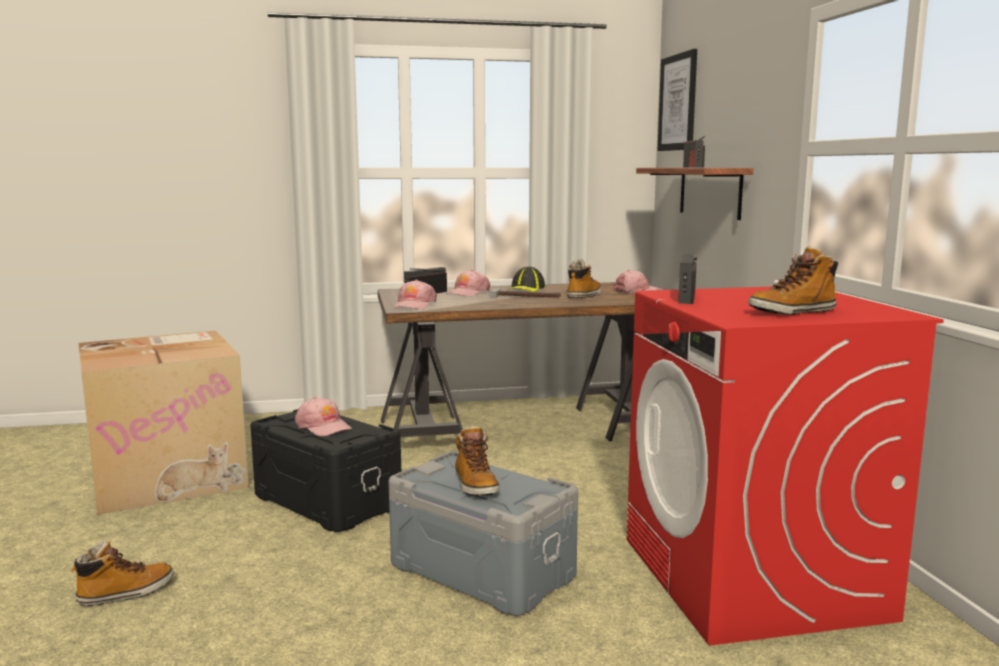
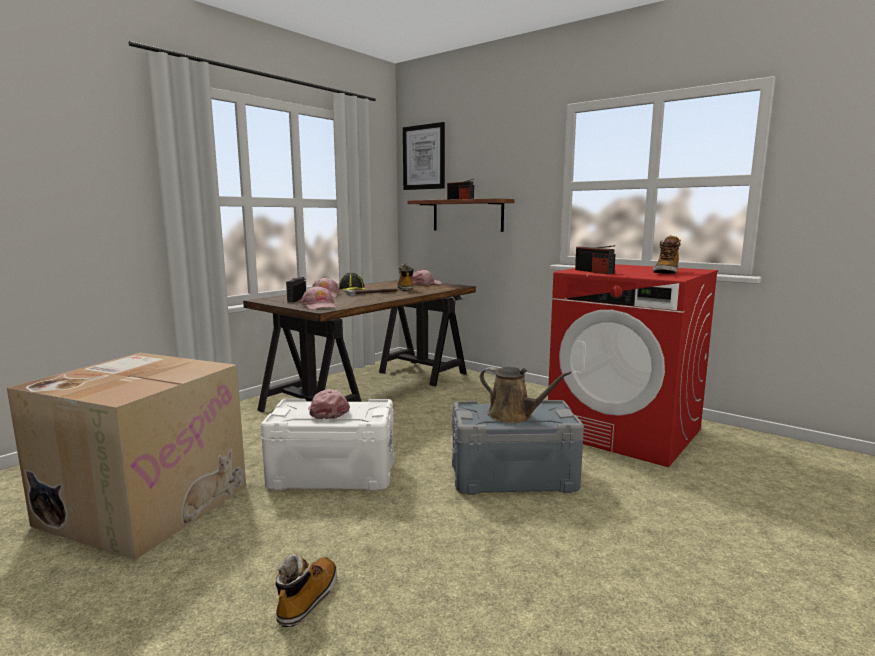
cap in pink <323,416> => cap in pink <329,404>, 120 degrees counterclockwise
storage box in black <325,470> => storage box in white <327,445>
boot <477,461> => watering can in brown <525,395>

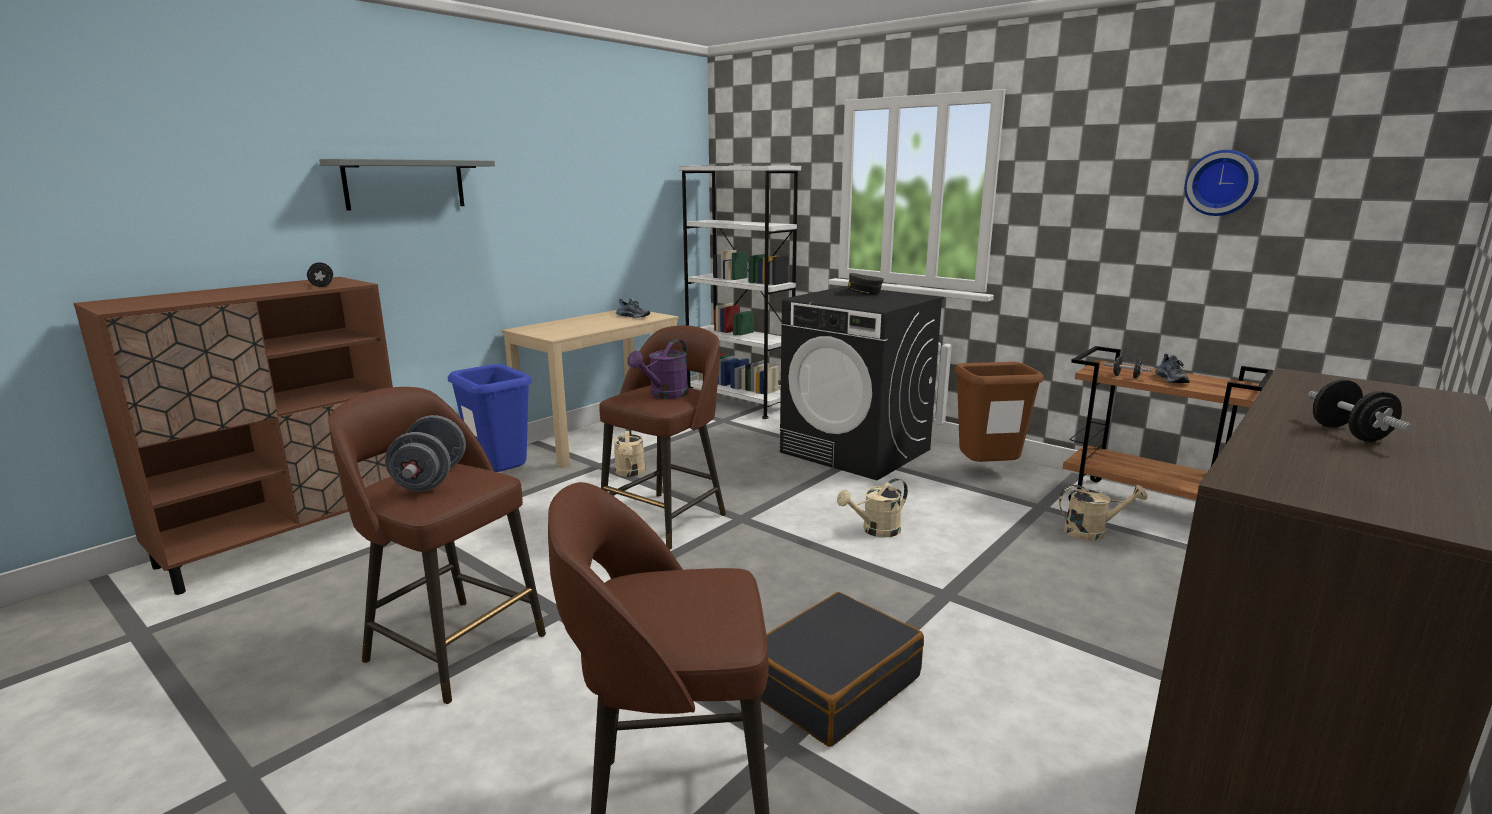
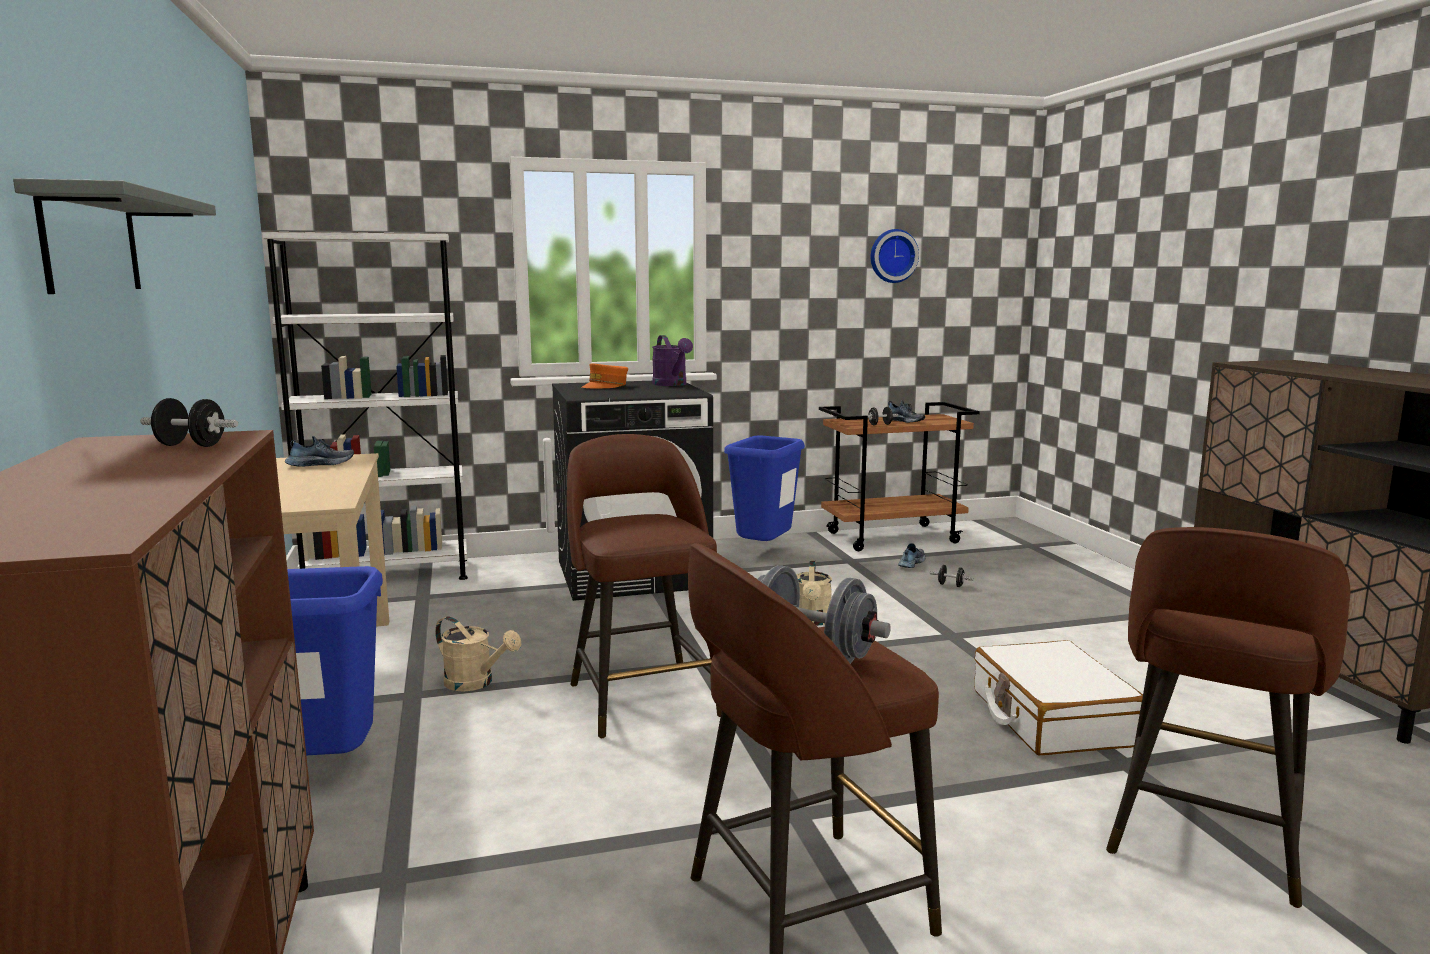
cap in grey <861,284> => cap in orange <605,376>
watering can in purple <658,369> => watering can in purple <672,360>, shifted
trash can in brown <998,412> => trash can in blue <764,488>
dumbbell in black <1360,410> => dumbbell in black <952,576>, shifted
watering can in beige <1103,513> => shoe <911,555>
suitcase in black <842,669> => suitcase in white <1058,697>

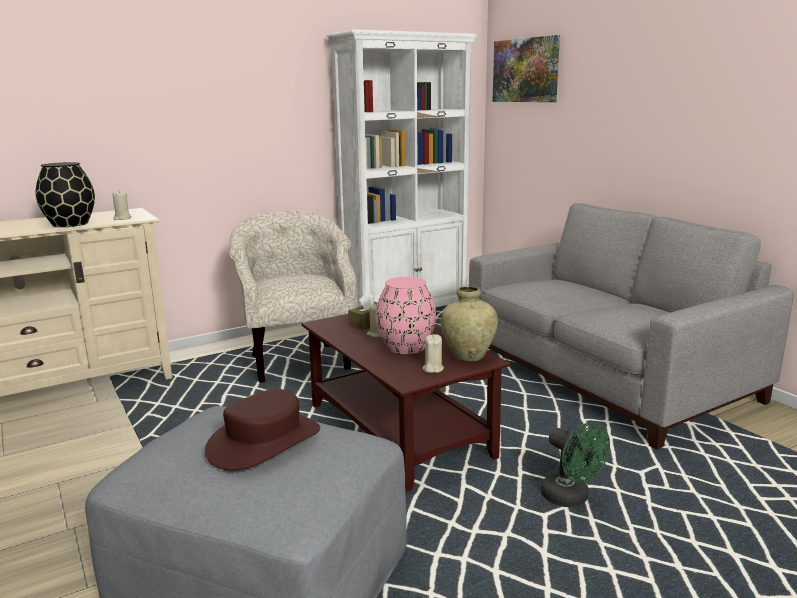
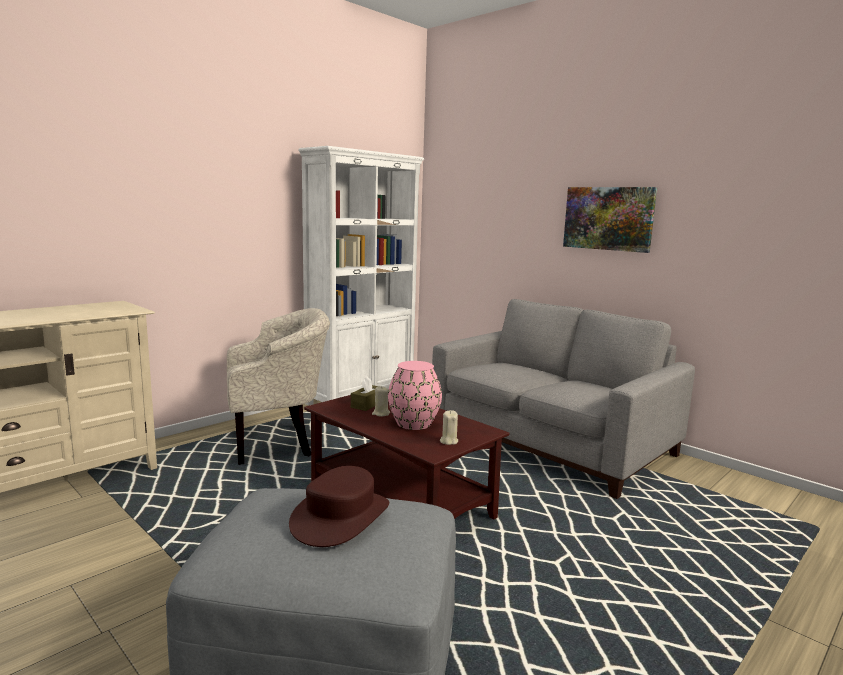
picture <526,68> => picture <610,220>, shifted
vase in black <65,194> => nothing
candle in beige <122,205> => nothing
armchair in beige <293,297> => armchair in beige <278,386>, 105 degrees clockwise
vase in beige <469,323> => nothing
fan in green <575,464> => nothing

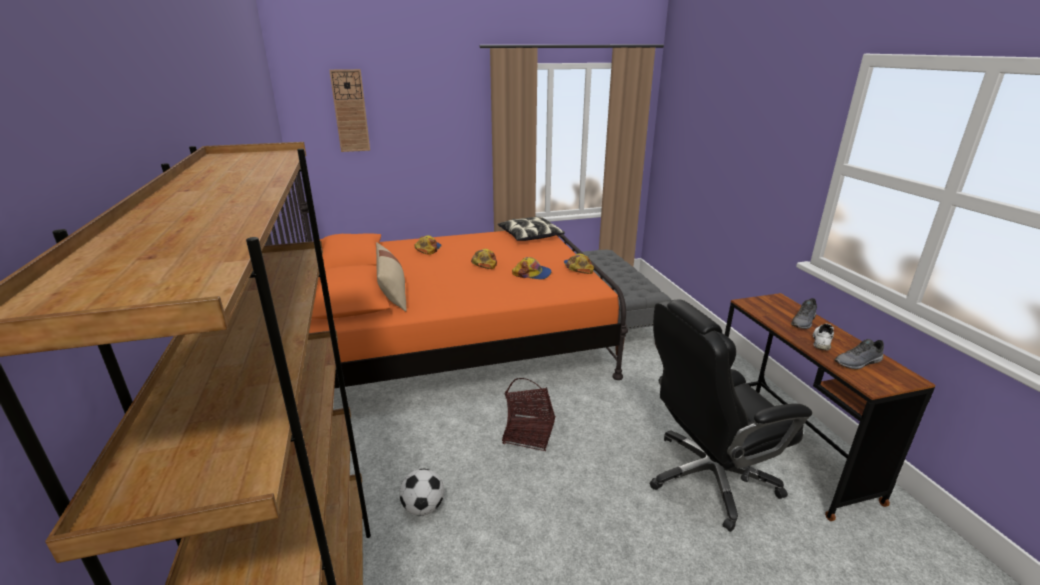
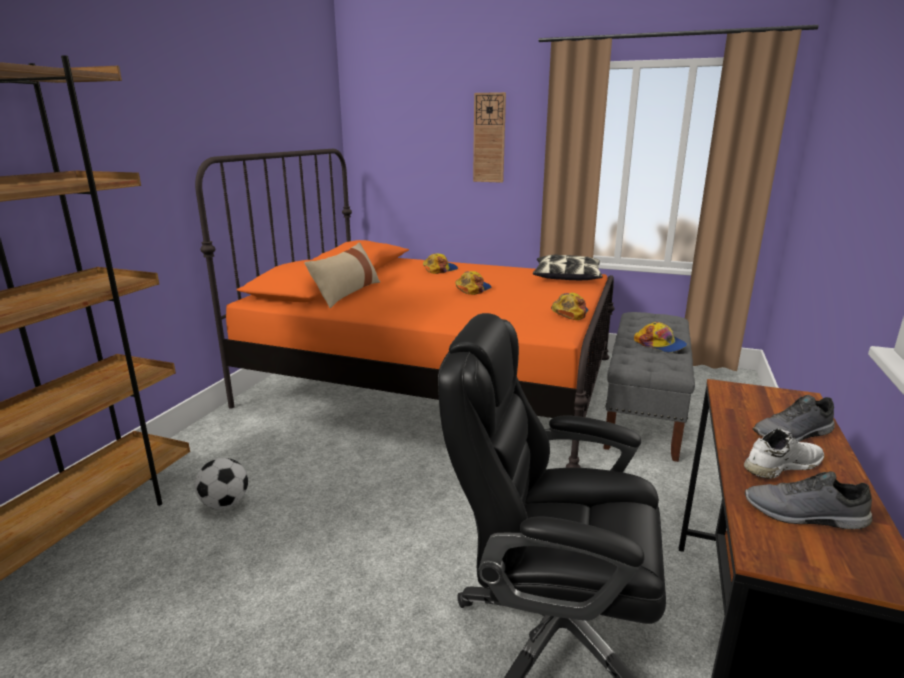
wall clock <349,110> => wall clock <489,137>, shifted
cap <531,268> => cap <660,337>, shifted
basket <528,414> => nothing

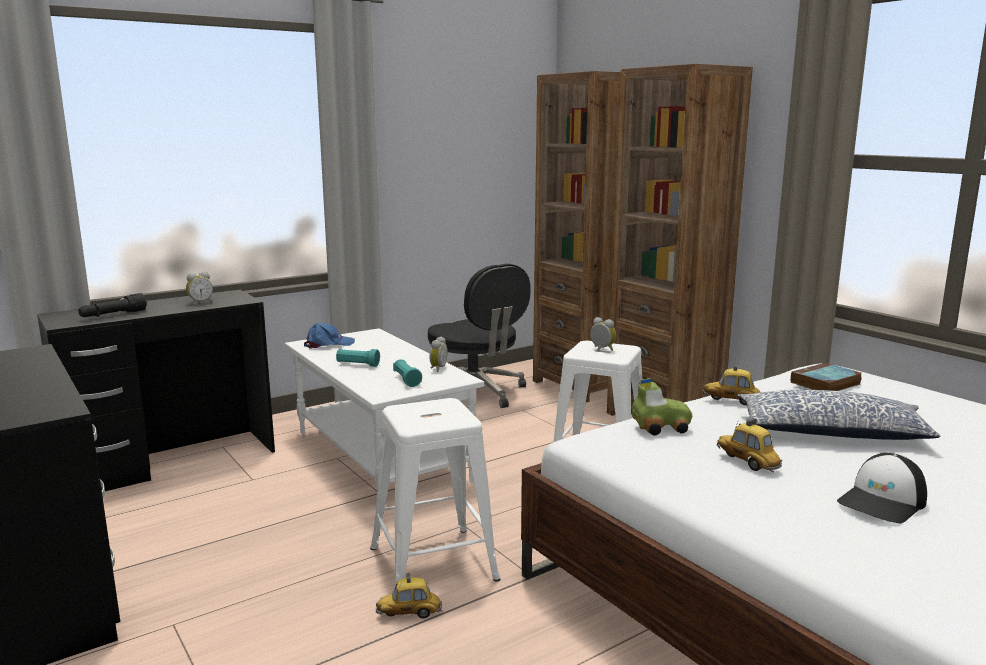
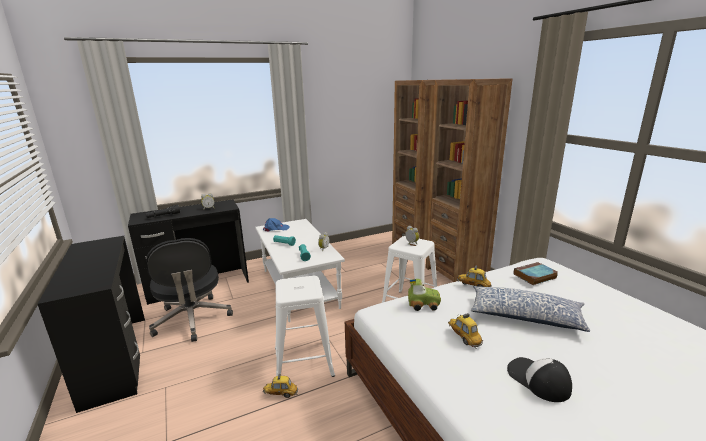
office chair in black <479,336> => office chair in black <189,290>, shifted
cap <882,488> => cap <539,379>, 90 degrees clockwise

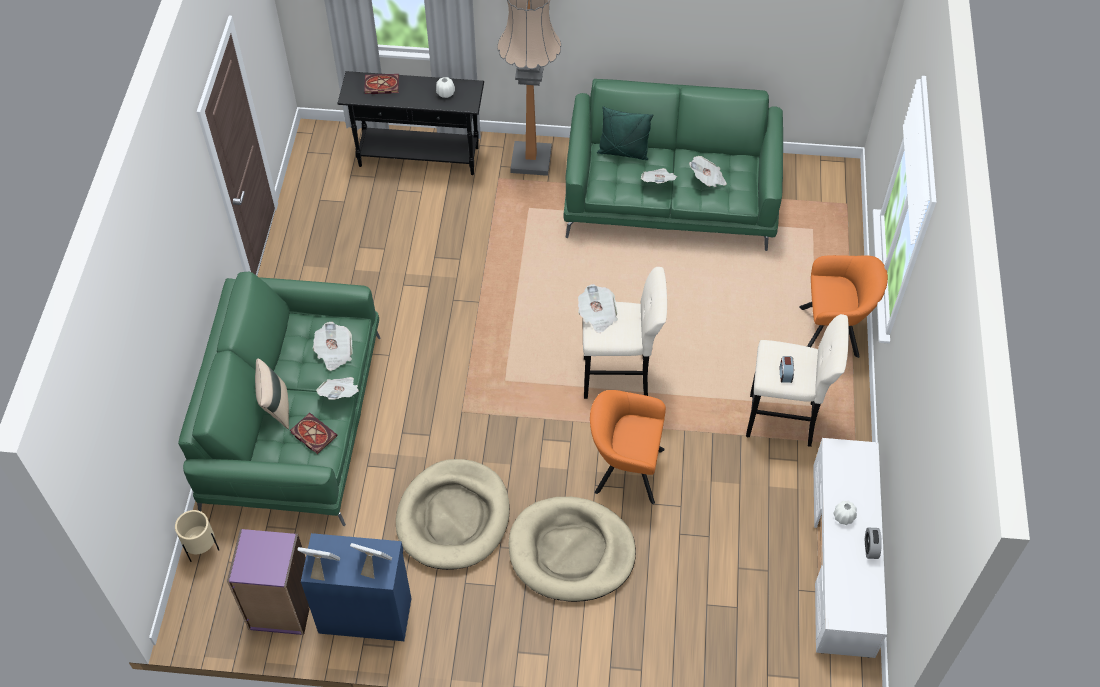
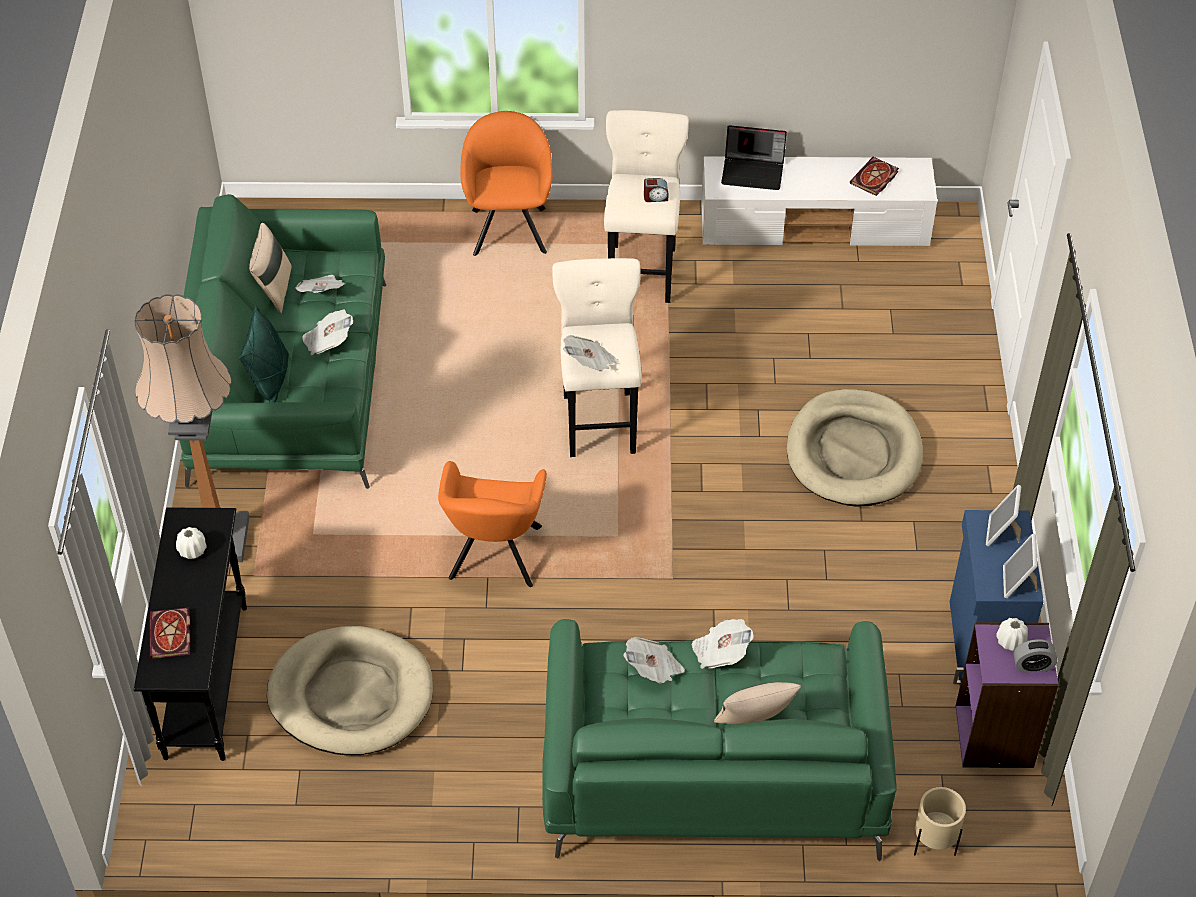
armchair in orange <628,447> => armchair in orange <492,524>, shifted
book <313,433> => book <874,176>, shifted
dog bed in beige <453,514> => dog bed in beige <350,690>, shifted
vase in white <845,513> => vase in white <1012,634>, shifted
alarm clock <873,543> => alarm clock <1035,656>, shifted
nothing => laptop <754,157>
nothing => pillow in beige <270,268>

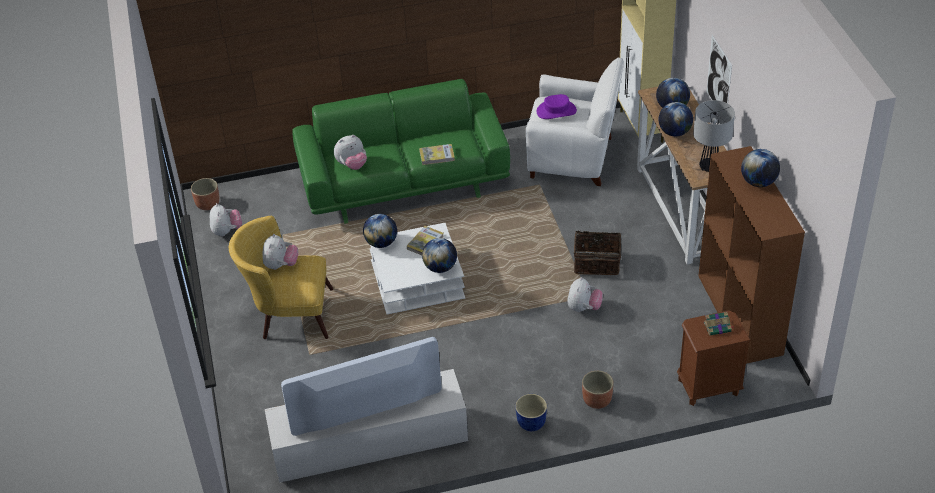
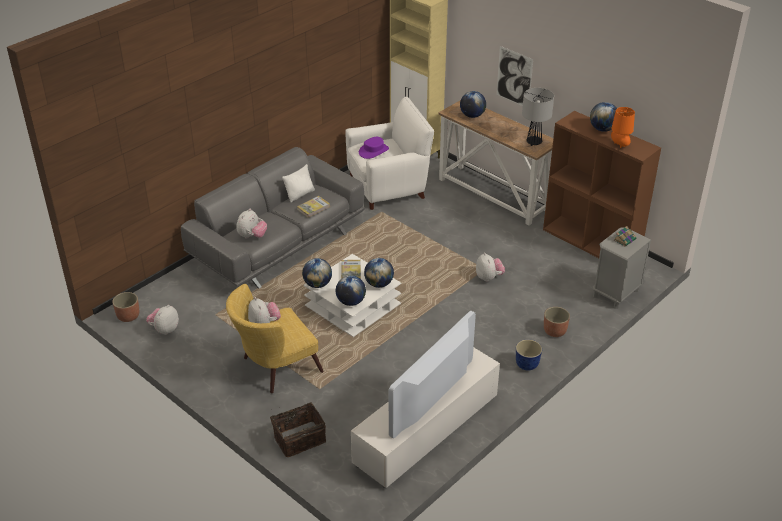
sofa in green <401,151> => sofa in grey <273,217>
globe <676,119> => globe <351,290>, shifted
plush toy <226,219> => plush toy <162,320>, 105 degrees counterclockwise
basket <597,250> => basket <298,429>, shifted
nightstand in brown <714,358> => nightstand in grey <622,268>
nothing => table lamp in orange <623,127>
nothing => pillow in white <298,183>

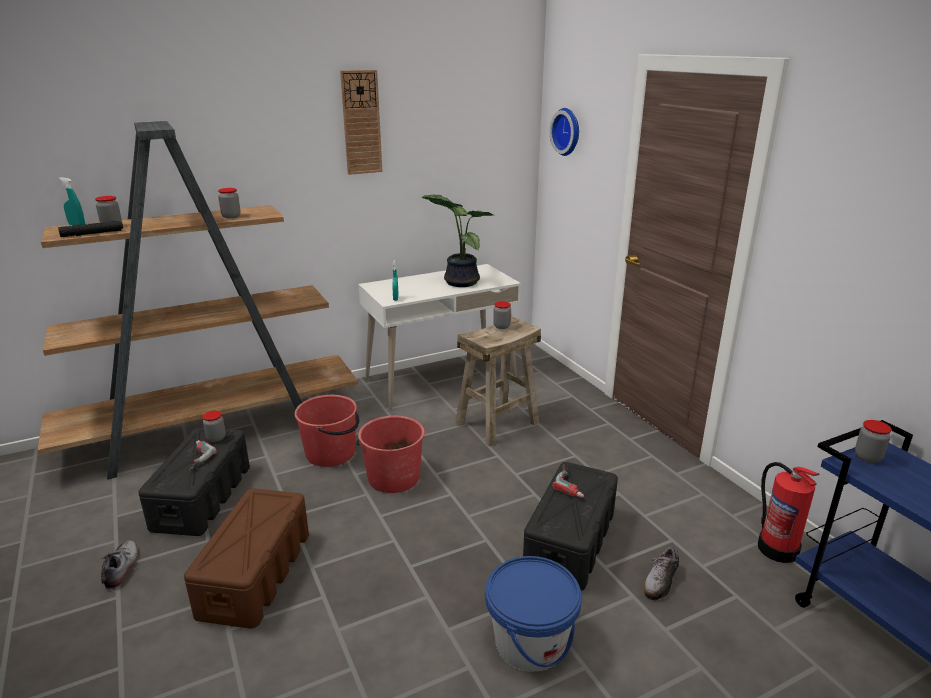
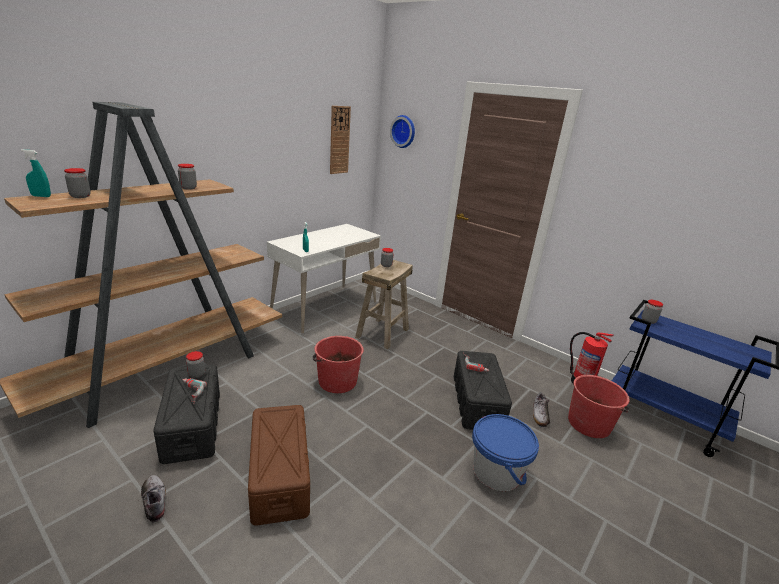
wall clock <361,122> => wall clock <340,140>, shifted
potted plant <457,241> => nothing
flashlight in black <90,229> => nothing
bucket in red <326,431> => bucket in red <599,406>, shifted

